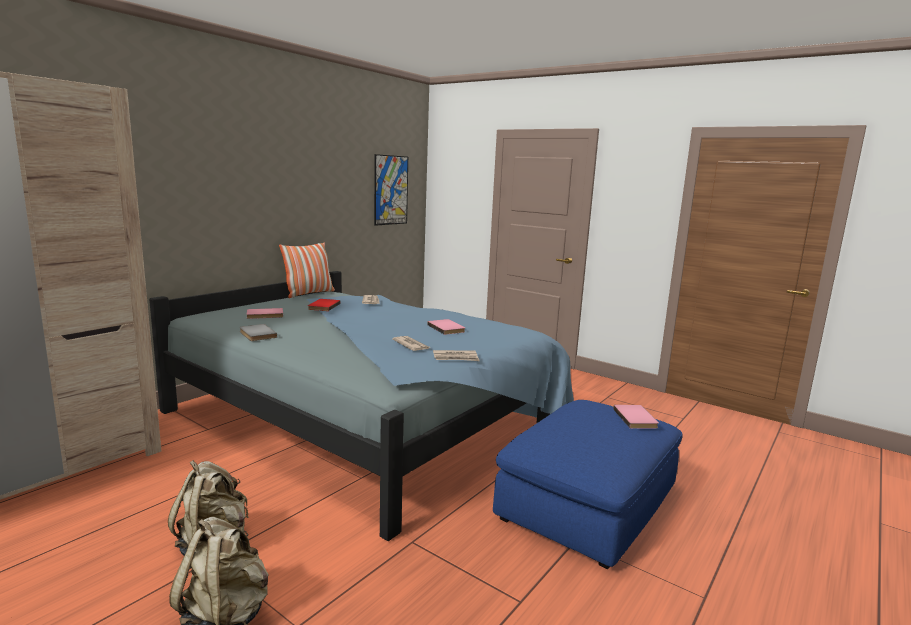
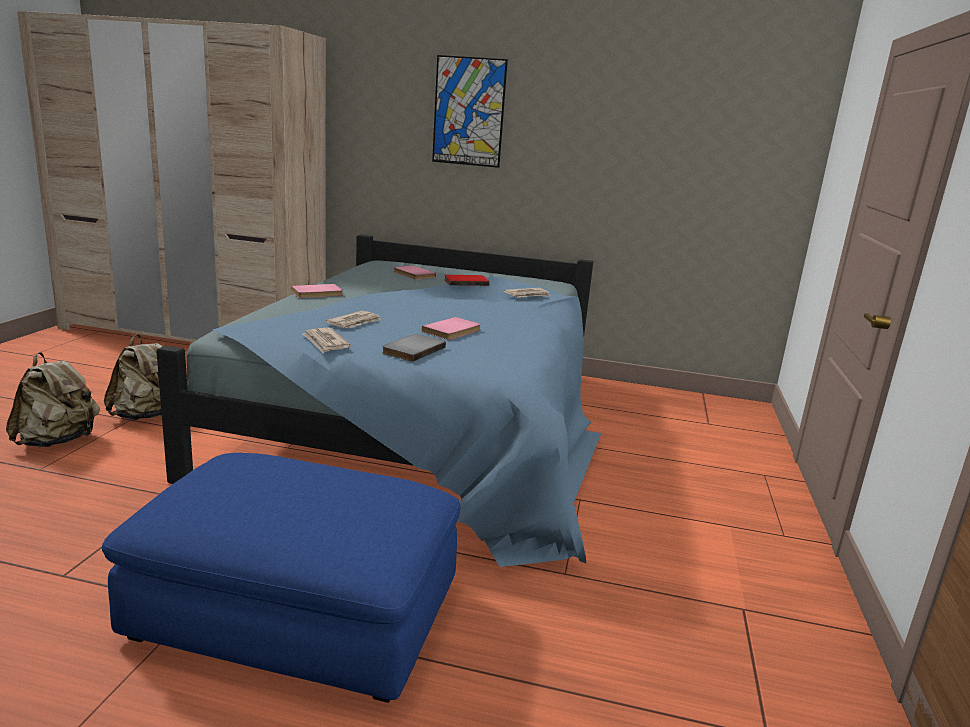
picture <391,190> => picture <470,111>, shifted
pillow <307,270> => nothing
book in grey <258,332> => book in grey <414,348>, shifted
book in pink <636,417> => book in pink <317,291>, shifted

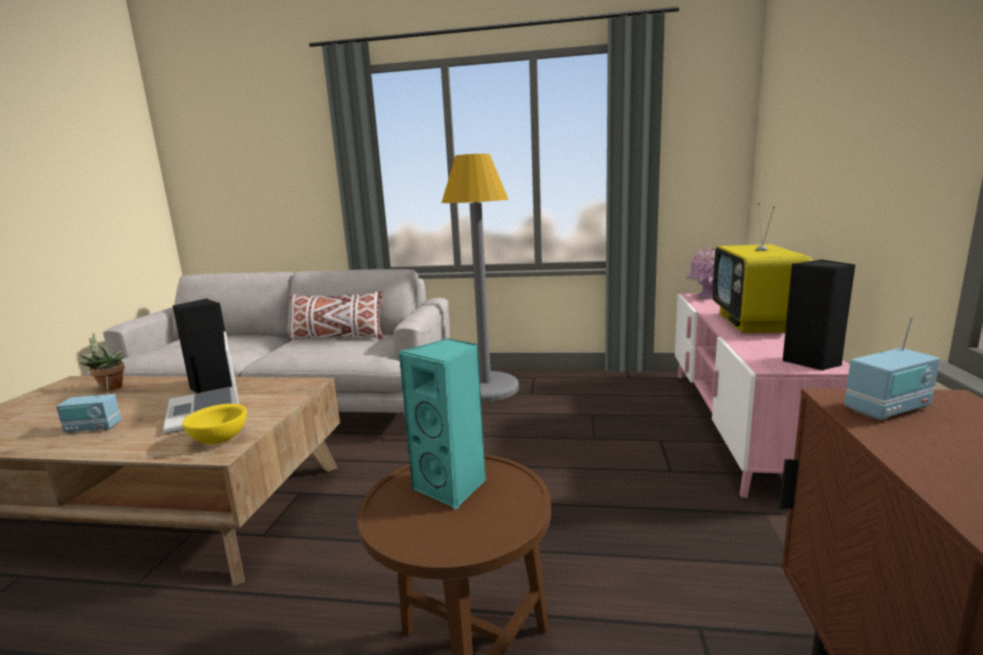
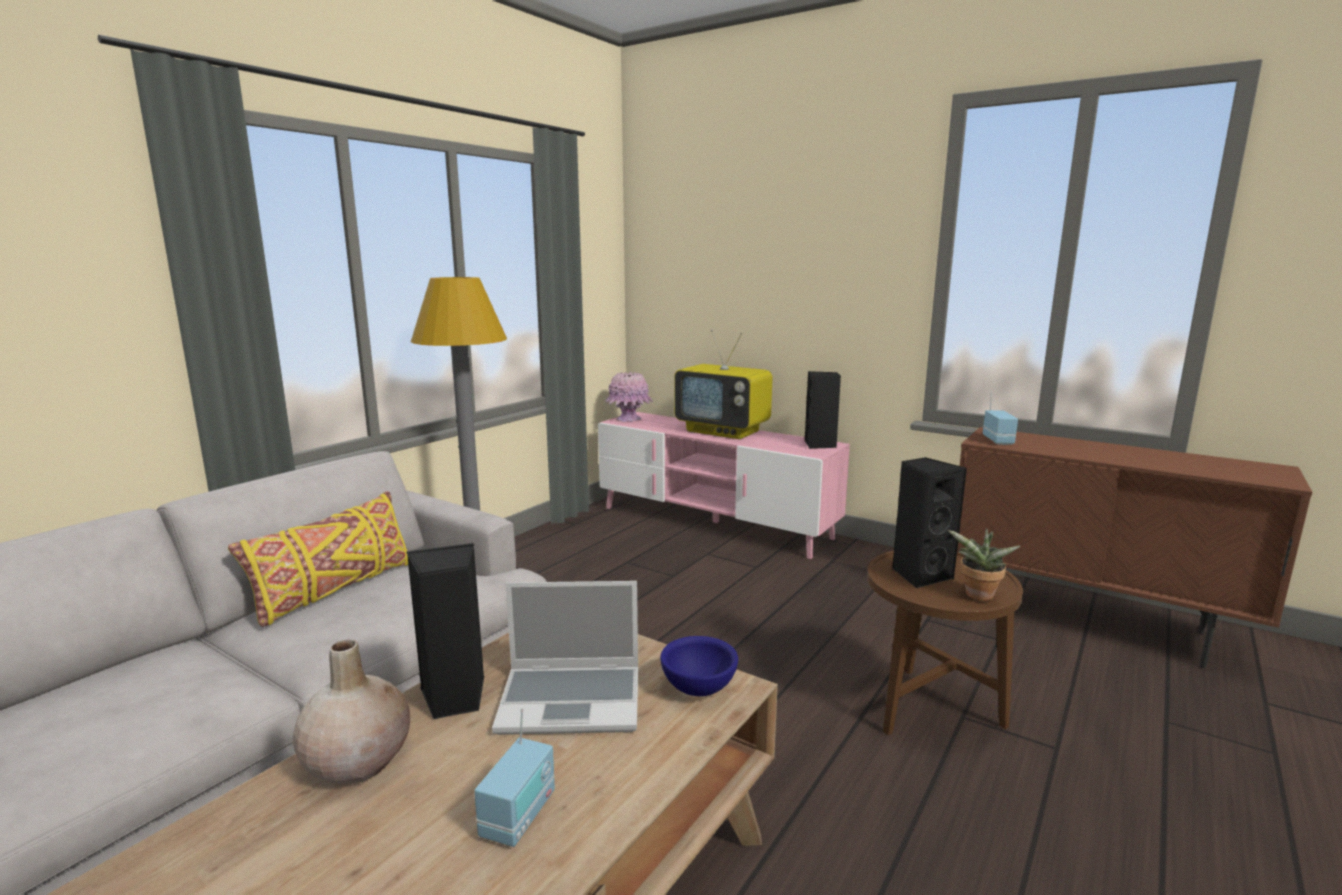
pillow in white <336,315> => pillow in yellow <318,559>
potted plant <102,362> => potted plant <984,564>, shifted
speaker in turquoise <442,423> => speaker in black <929,522>
bowl in yellow <214,424> => bowl in blue <699,666>
nothing => vase in beige <351,711>

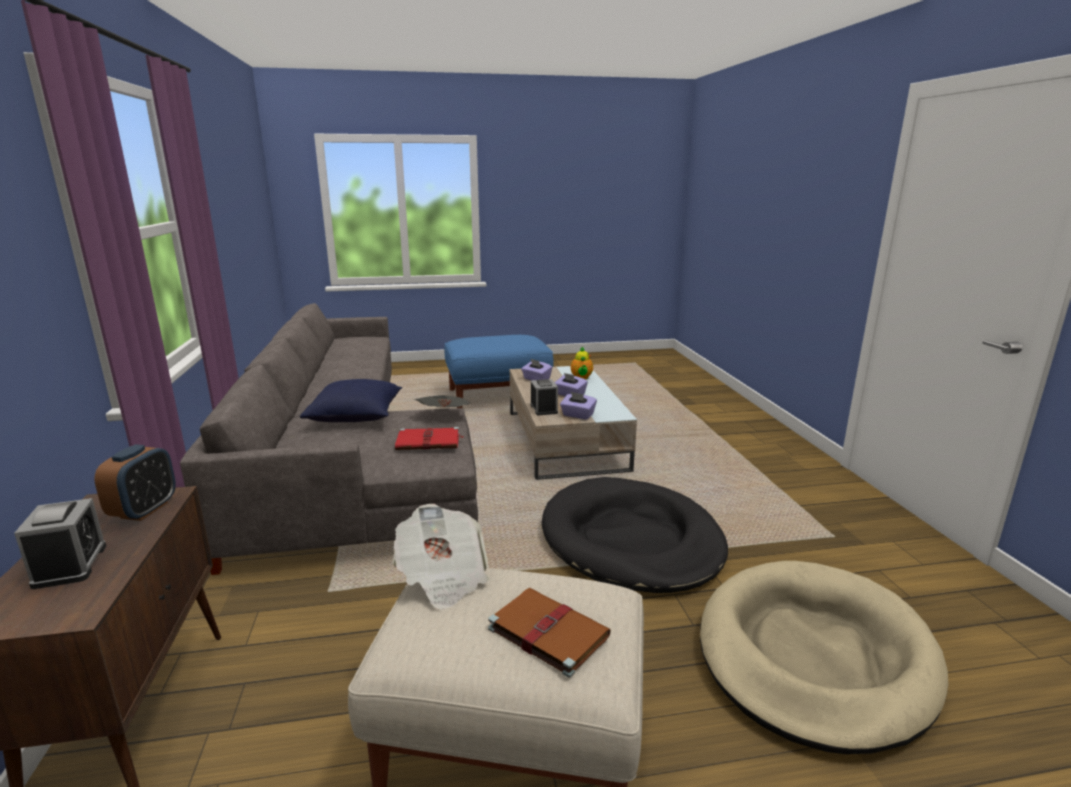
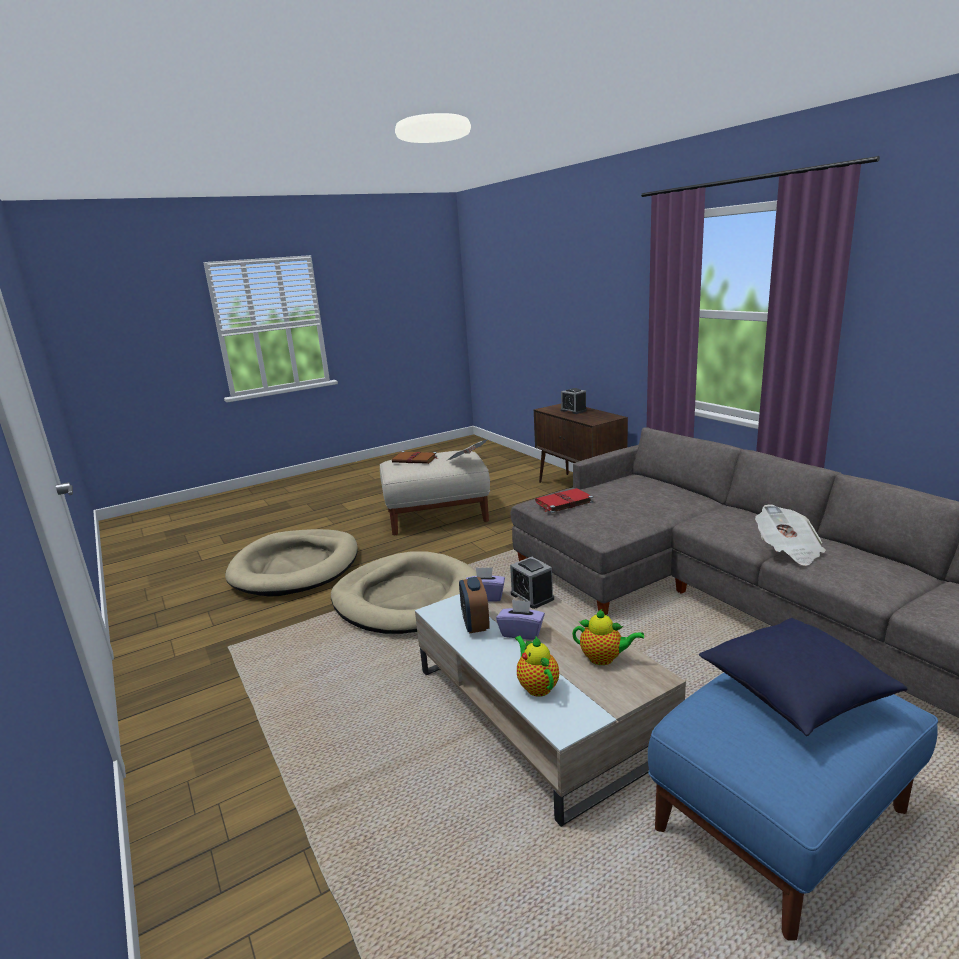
tissue box in purple <537,369> => teapot <608,637>
pillow in blue <351,400> => pillow in blue <803,677>, shifted
newspaper <442,401> => newspaper <790,535>, shifted
alarm clock <135,482> => alarm clock <474,605>, shifted
dog bed in black <635,535> => dog bed in beige <404,592>

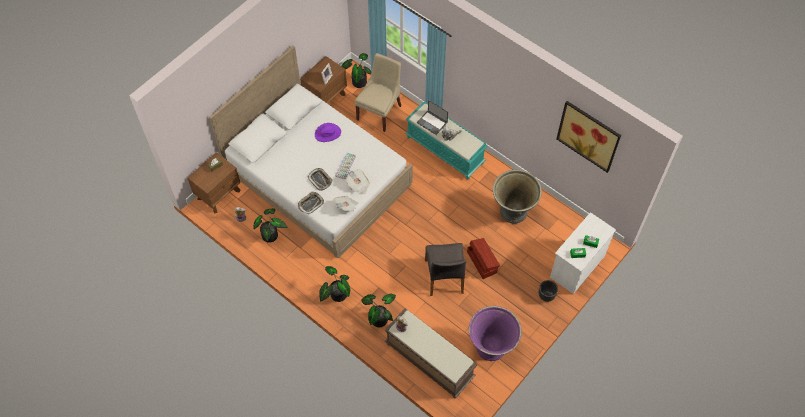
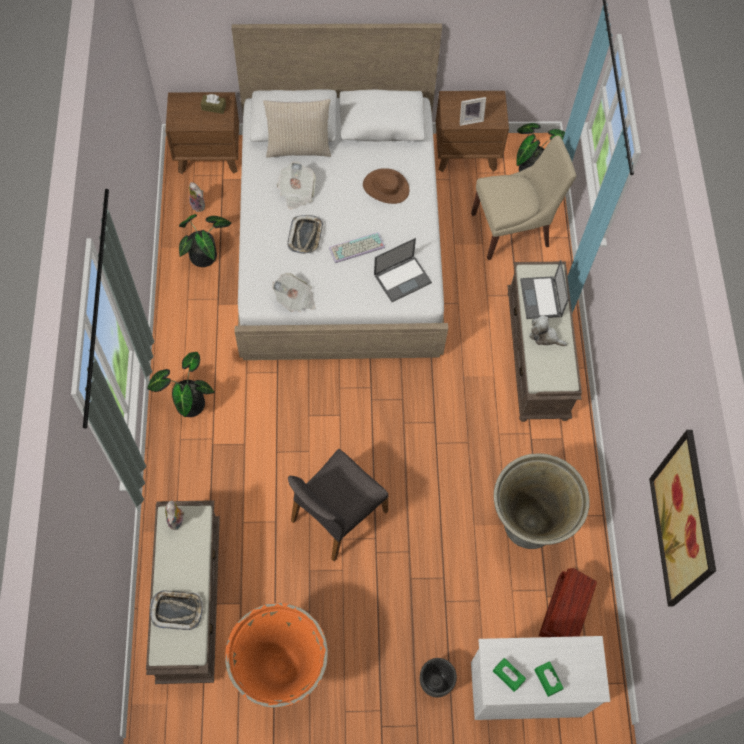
bench in turquoise <446,140> => bench in brown <544,341>
hat in purple <328,132> => hat in brown <386,186>
newspaper <358,181> => newspaper <296,185>, shifted
tray <311,202> => tray <176,610>, shifted
storage box in brown <483,258> => storage box in brown <568,602>, shifted
potted plant <378,310> => nothing
planter in purple <495,333> => planter in orange <276,655>
nothing => pillow in beige <297,128>
nothing => laptop <403,270>

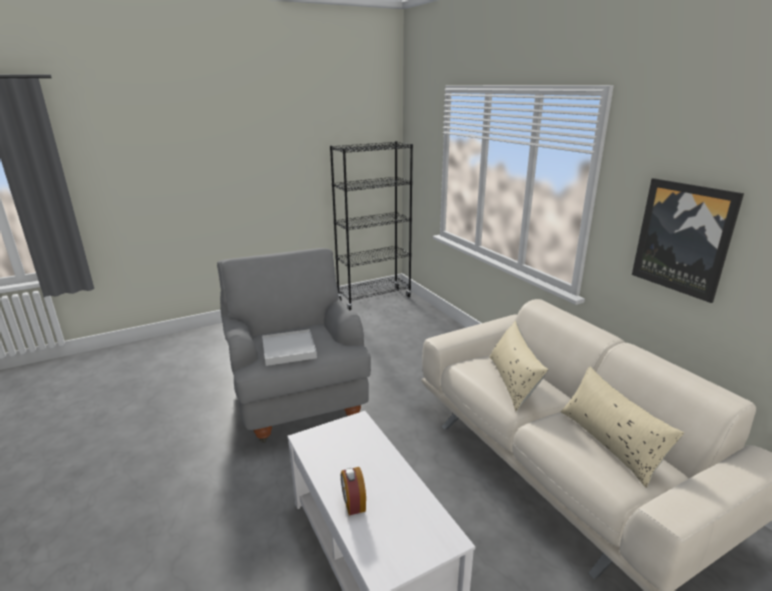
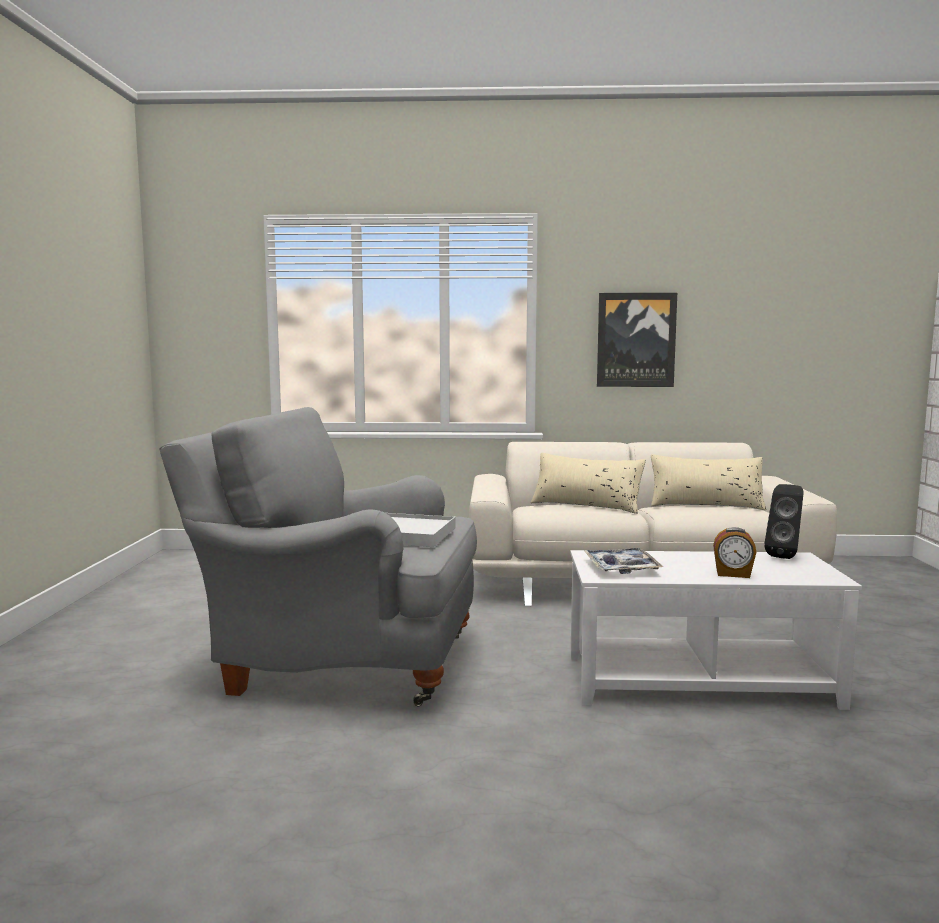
bookcase in black <371,226> => nothing
nothing => speaker in black <784,521>
nothing => tray <623,561>

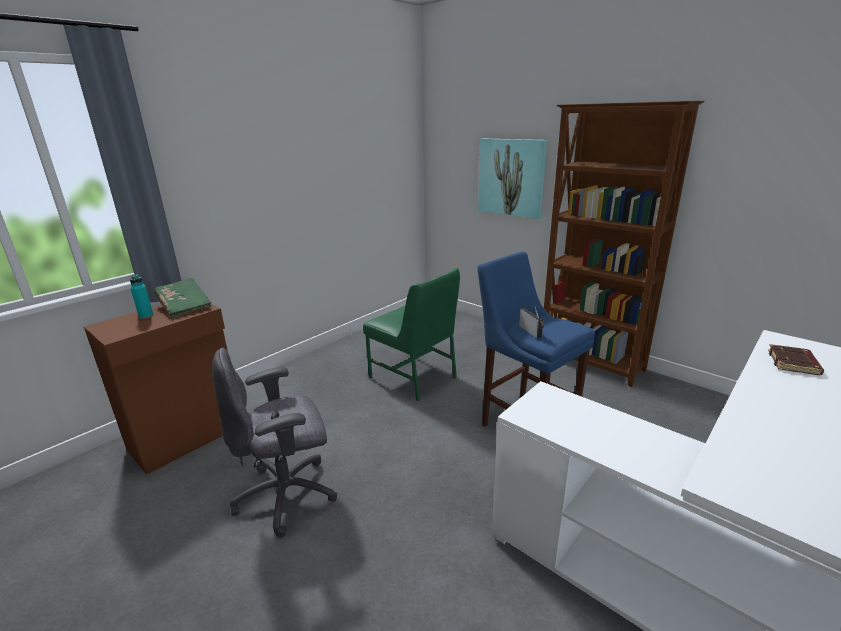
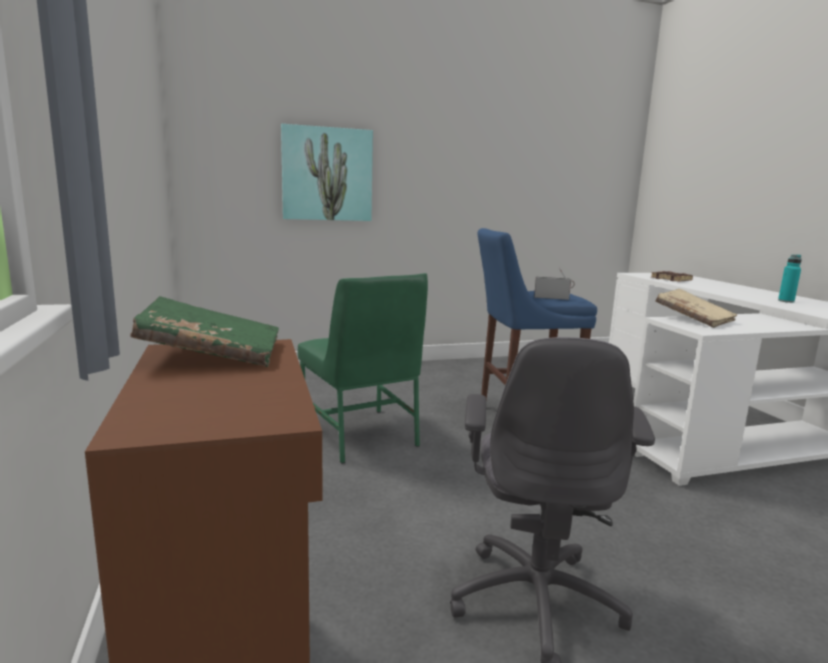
bookcase in brown <624,244> => nothing
chair in green <411,334> => chair in green <363,368>, 75 degrees clockwise
bottle in turquoise <141,296> => bottle in turquoise <790,279>, shifted
nothing => book in beige <696,308>

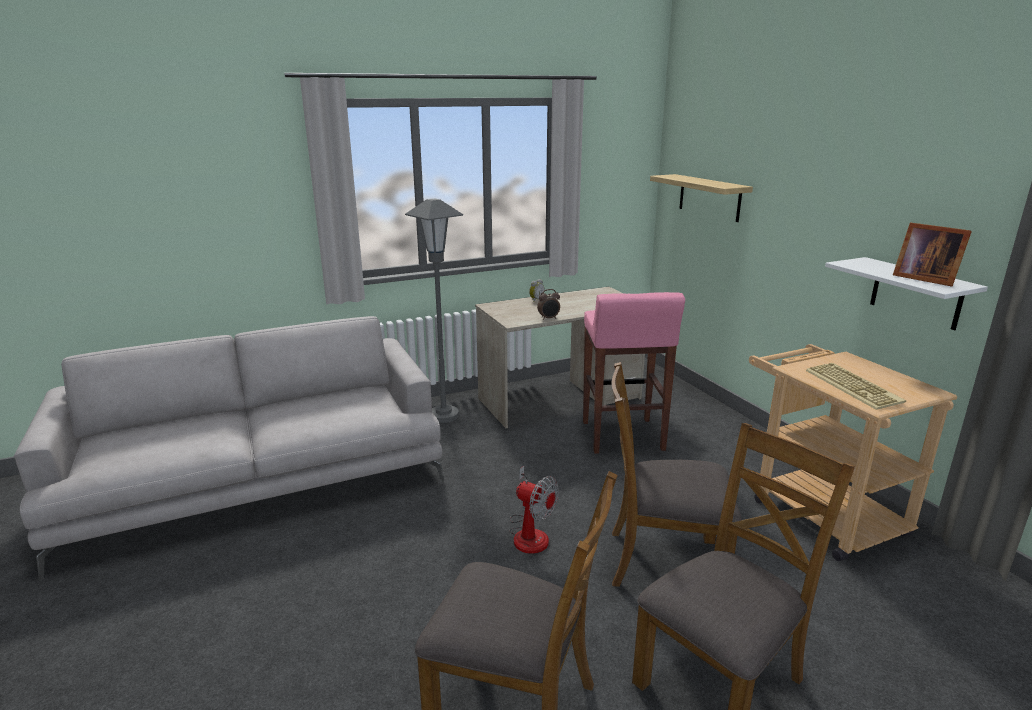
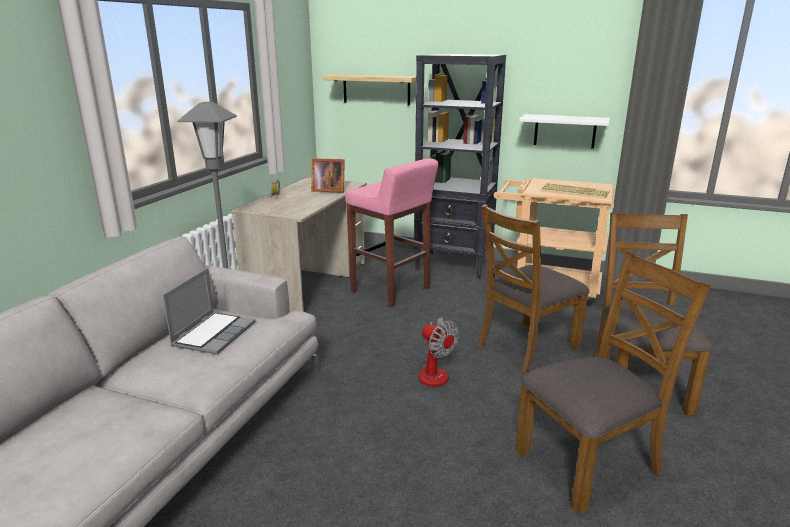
picture frame <932,254> => picture frame <328,175>, shifted
alarm clock <548,304> => nothing
fan <534,510> => fan <438,352>, 60 degrees clockwise
nothing => bookcase in black <460,166>
nothing => laptop <209,311>

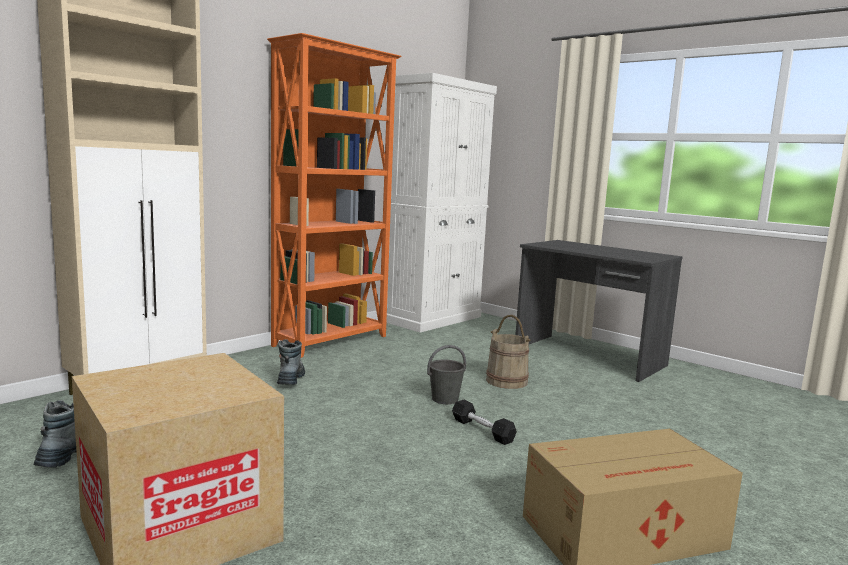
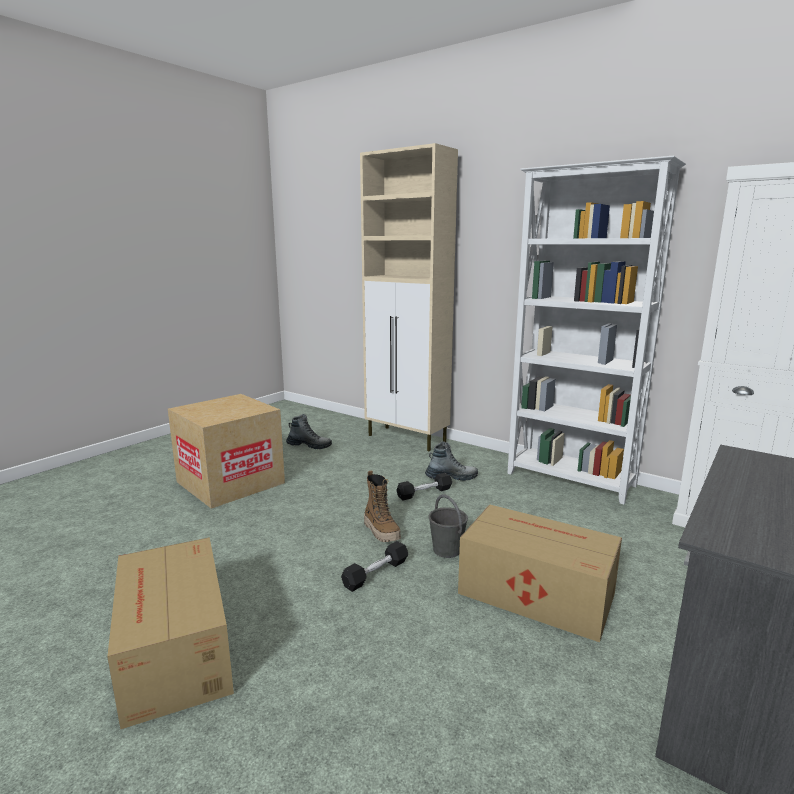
bookcase in orange <334,195> => bookcase in white <596,330>
bucket in beige <508,352> => cardboard box <540,573>
nothing => boot <382,506>
nothing => dumbbell in black <424,486>

